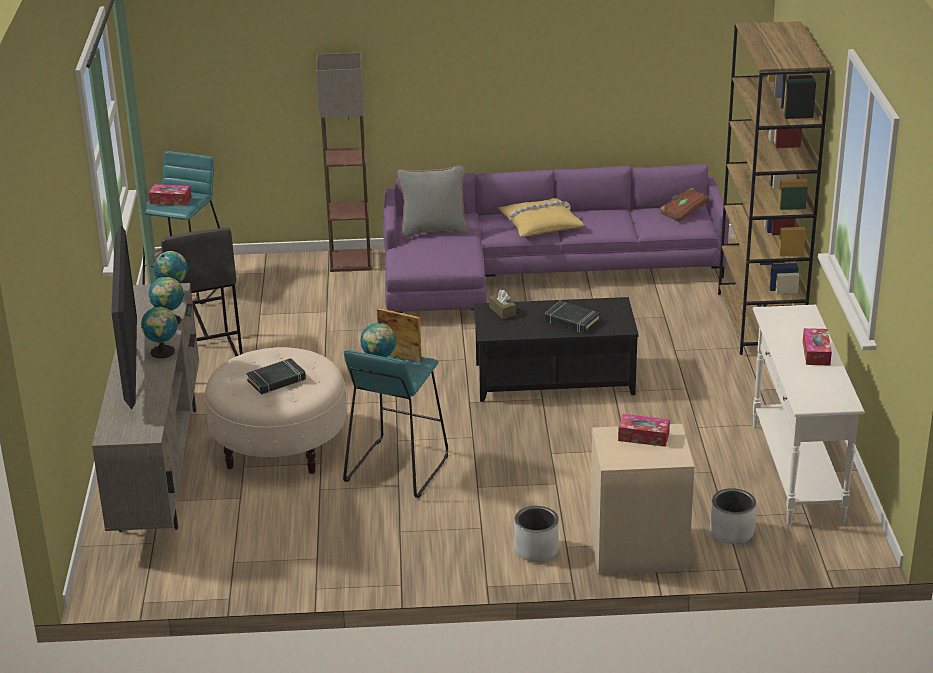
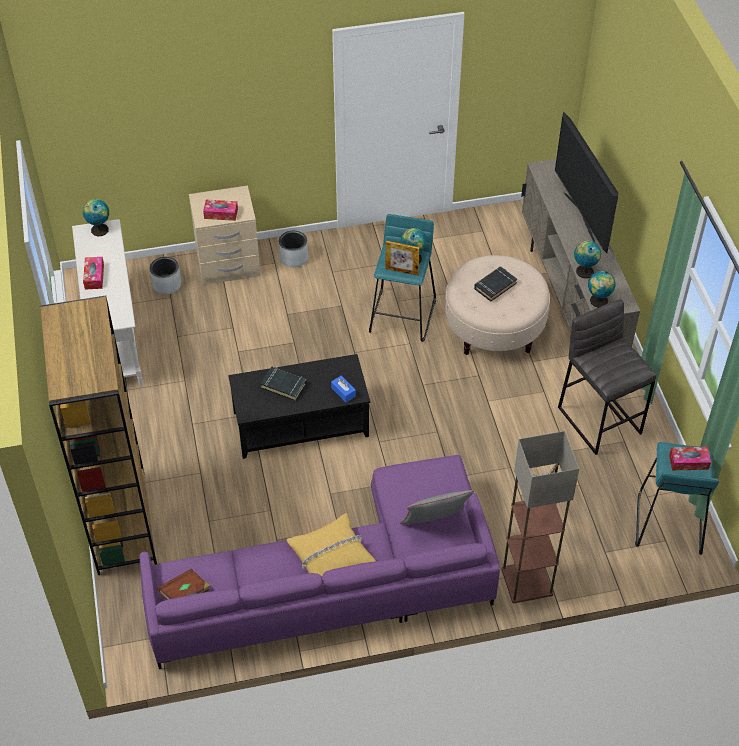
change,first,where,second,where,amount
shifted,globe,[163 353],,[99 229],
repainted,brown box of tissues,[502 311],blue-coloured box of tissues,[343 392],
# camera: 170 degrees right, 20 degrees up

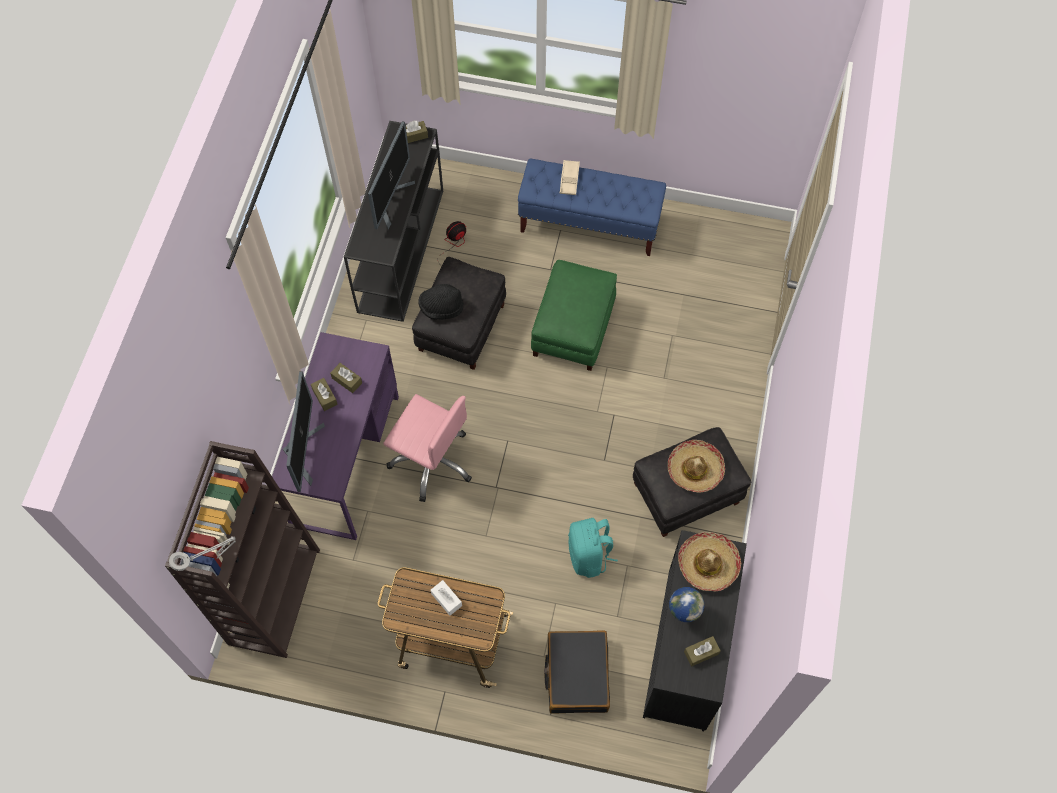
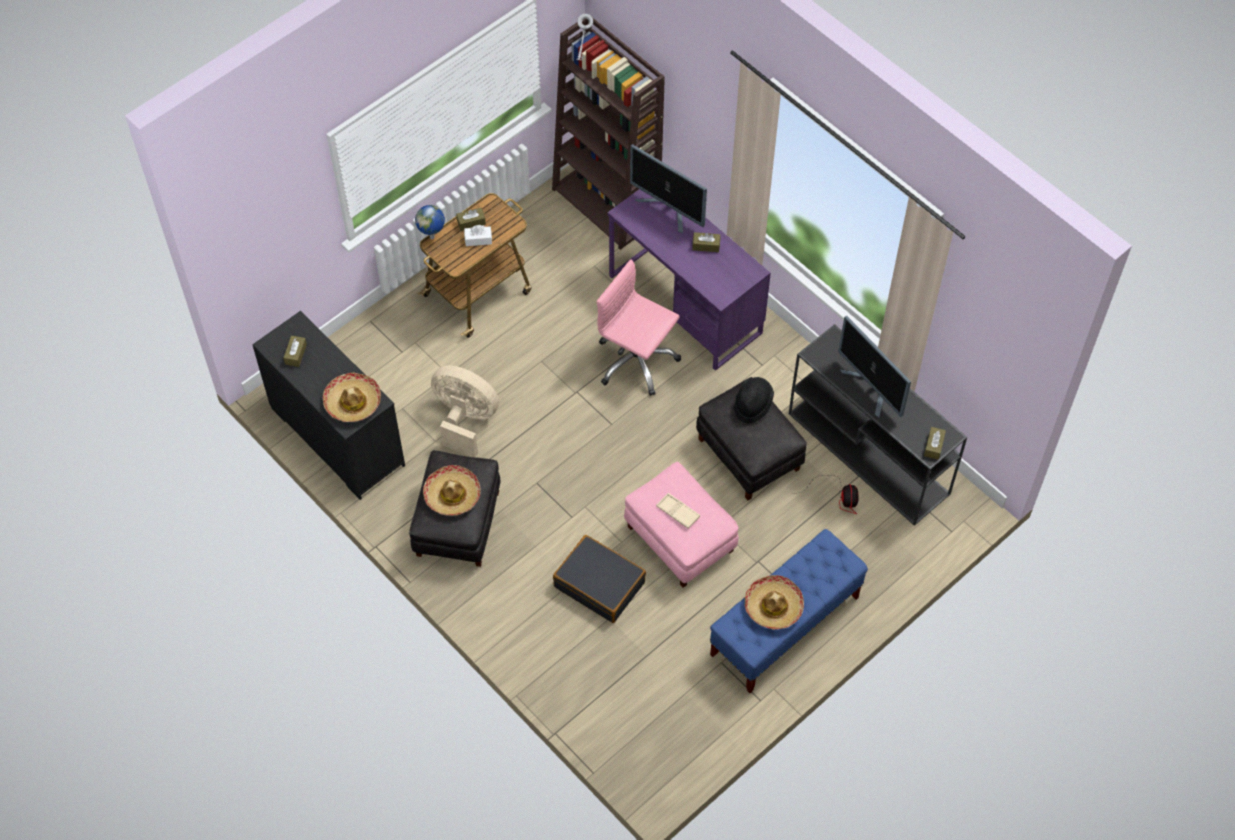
change,first,where,second,where,amount
new,,,hat,[773 606],
shifted,brown box of tissues,[347 380],,[471 222],
shifted,blackish suitcase,[577 675],,[600 584],
shifted,sand-coloured serving tray,[569 179],,[678 512],
shifted,globe,[682 613],,[432 237],
swapped,turquoise-coloured backpack,[589 556],sand-coloured fan,[465 420],
repainted,greenish ottoman,[573 330],pink ottoman,[679 539],
rotated,pink desk chair,[432 461],,[636 361],60 degrees clockwise
# camera: 125 degrees right, 5 degrees down

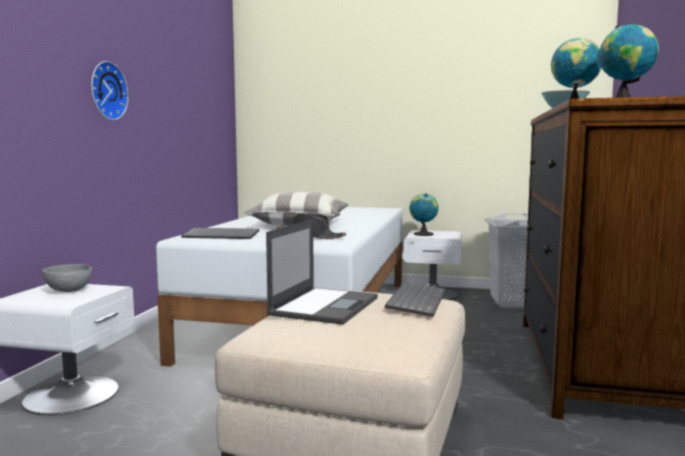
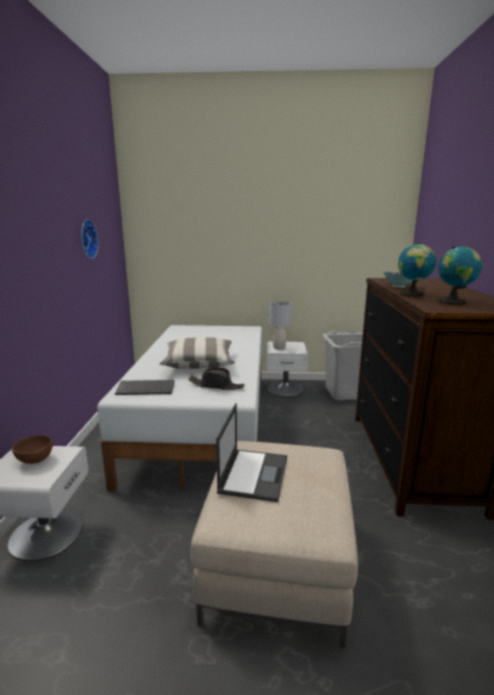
change,first,where,second,where,amount
gone,computer keyboard,[415 301],,,
shifted,hanging clock,[106 91],,[86 239],
swapped,globe,[423 234],greyish tabletop lamp,[279 348],
repainted,greyish serving bowl,[68 291],brown serving bowl,[35 460],
# camera: 10 degrees left, 10 degrees up

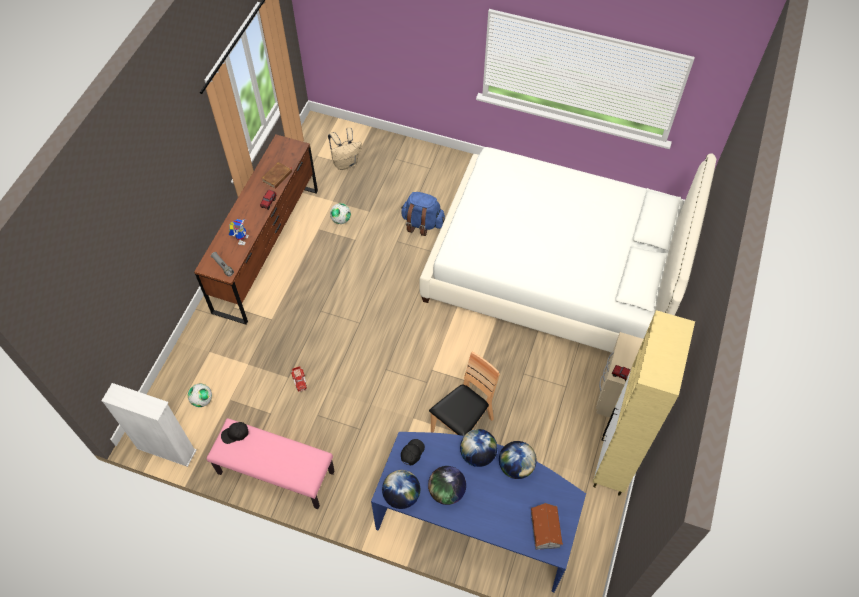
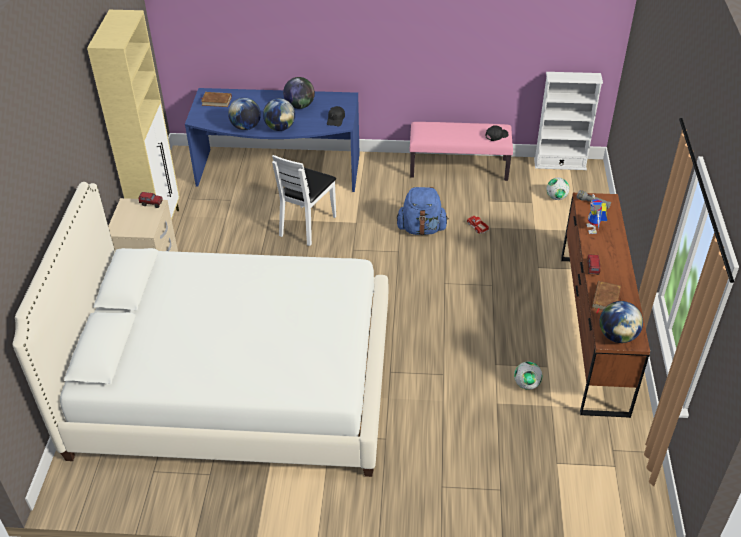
change,first,where,second,where,amount
gone,sand-coloured backpack,[346 163],,,
shifted,globe,[401 495],,[617 336],
shifted,blue-coloured backpack,[422 223],,[421 229],
swapped,toy house,[545 530],brown bound book,[216 101],
repainted,brown plain chair,[462 426],white plain chair,[307 225],
# camera: 165 degrees right, 15 degrees down

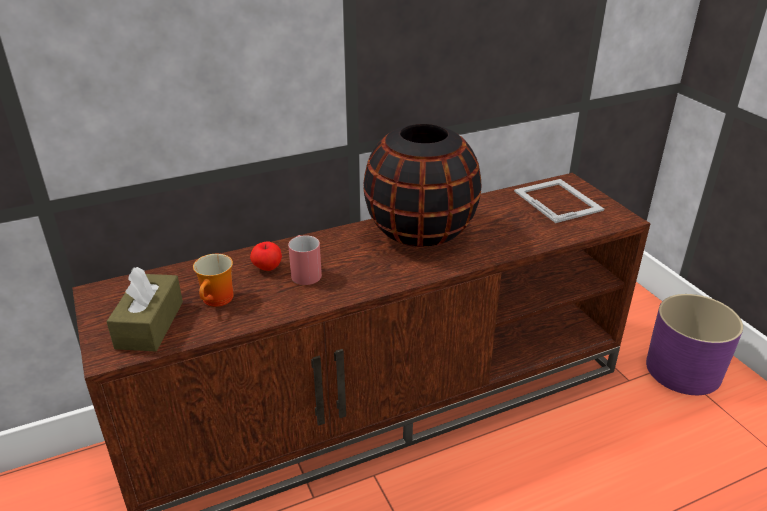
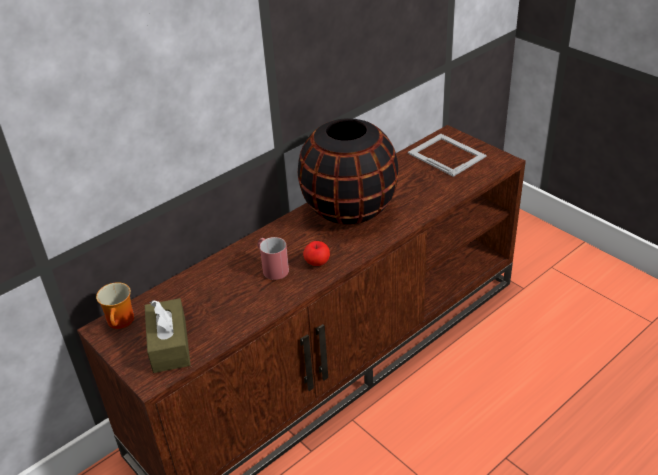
change,first,where,second,where,amount
gone,purple plant pot,[684 370],,,
shifted,coffee mug,[219 300],,[122 322],
shifted,whole apple,[267 268],,[317 263],
# camera: 15 degrees left, 5 degrees up

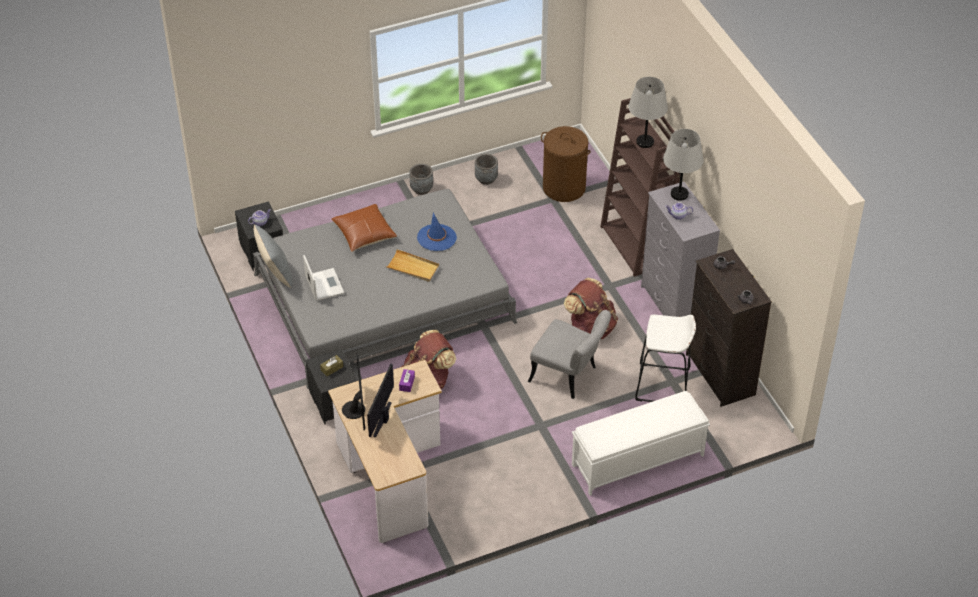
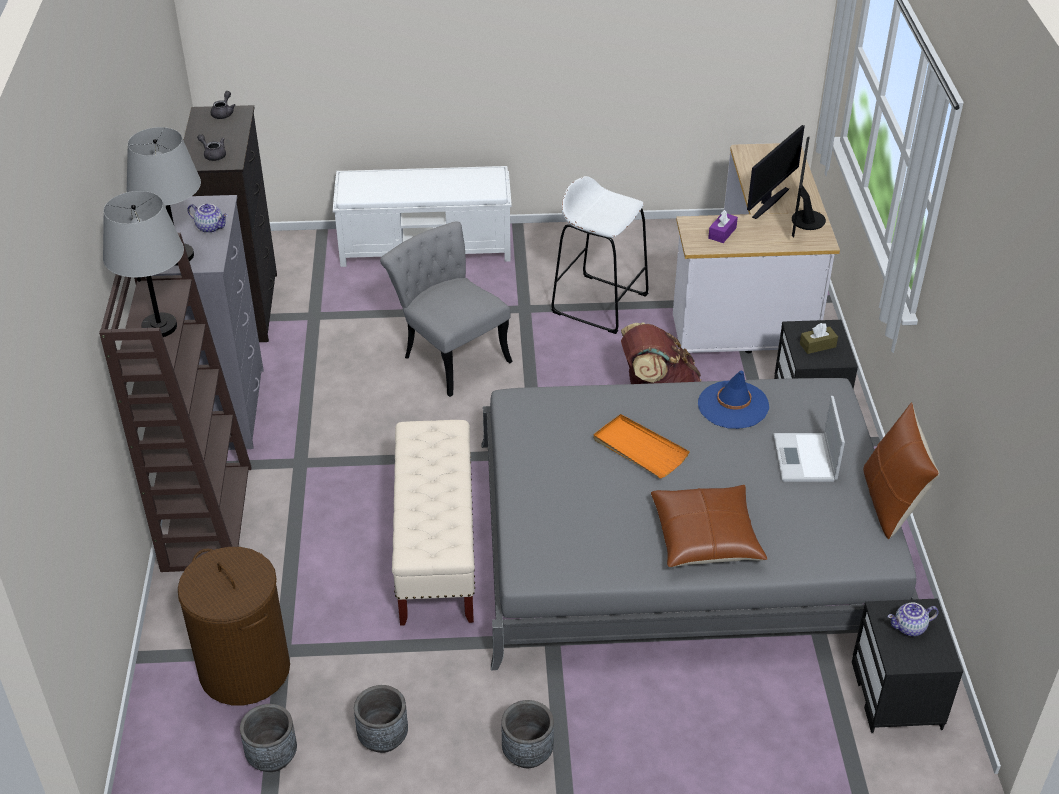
change,first,where,second,where,amount
gone,brown backpack,[591 327],,,
new,,,greyish plant pot,[272 757],
new,,,sand-coloured long seat,[436 550],
shifted,blue-coloured hat,[436 238],,[733 405],
shifted,white stool,[662 385],,[599 303],
repainted,greyish throw pillow,[275 273],brown throw pillow,[890 502],
repainted,sand-coloured serving tray,[413 267],orangey serving tray,[639 449],
# camera: 160 degrees left, 5 degrees down

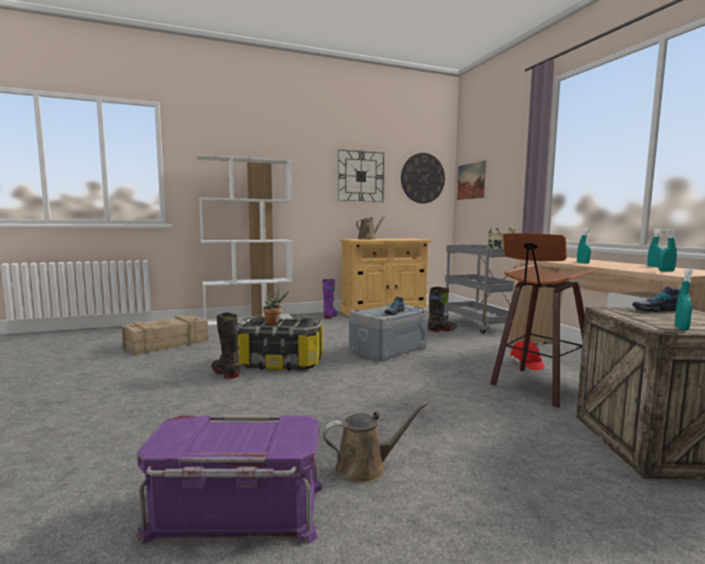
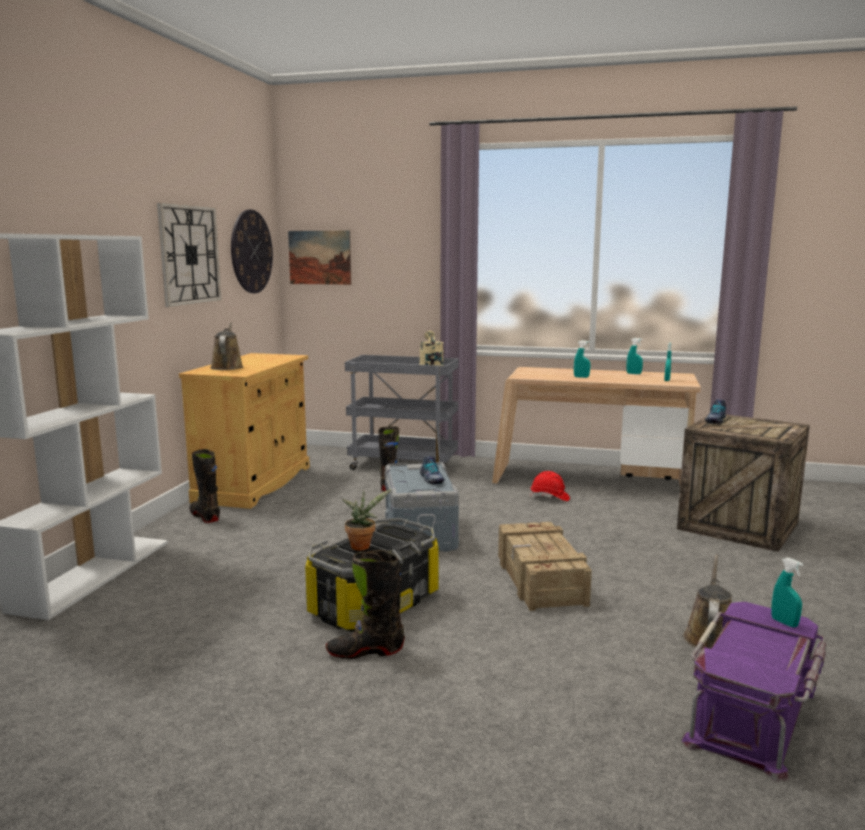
change,first,where,second,where,amount
gone,stool,[538 388],,,
shifted,crate,[166 344],,[539 580],
shifted,turquoise-coloured sprayer,[681 328],,[784 623],
repainted,purple boot,[330 316],blackish boot,[205 516],
# camera: 55 degrees left, 5 degrees up

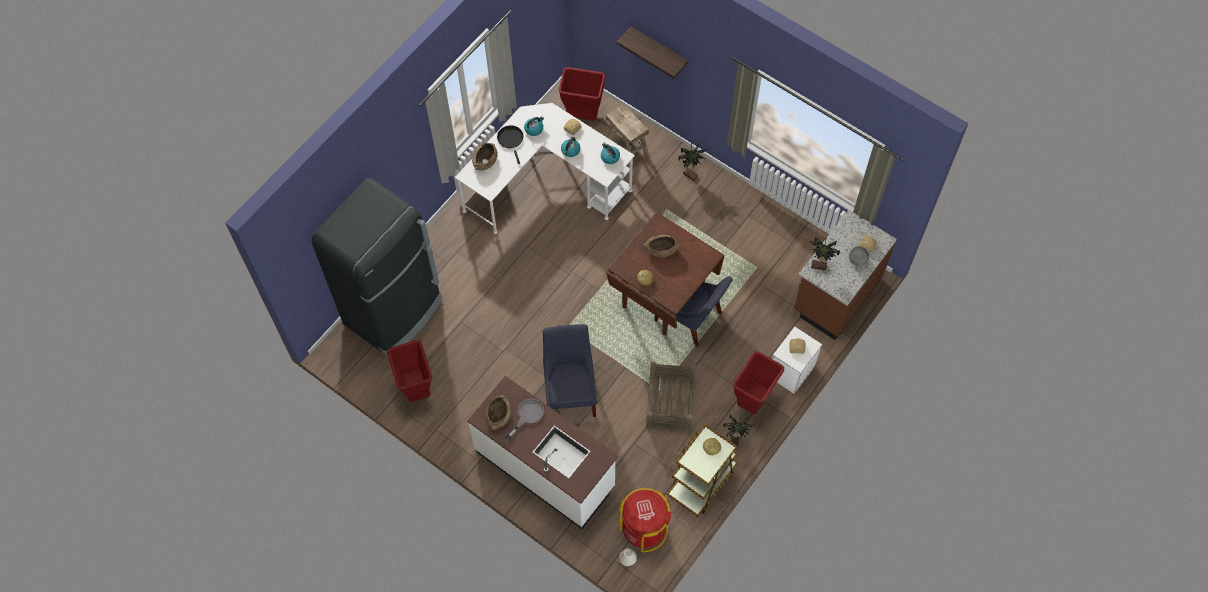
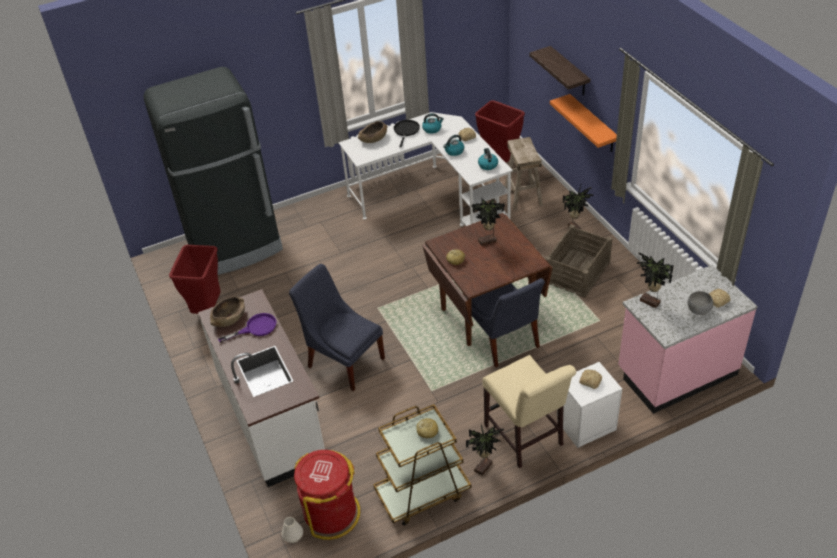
change,first,where,second,where,amount
new,,,orangey shelf,[593 124],
shifted,crate,[670 402],,[577 272],
swapped,brown serving bowl,[661 249],houseplant,[488 242],
swapped,red-coloured trash can,[753 402],sand-coloured plain chair,[525 438],
repainted,greyish frying pan,[527 415],purple frying pan,[256 328],
repainted,brown kitchen base unit,[836 294],pink kitchen base unit,[676 372],
rotated,blue-coloured plain chair,[570 391],,[344 360],75 degrees counterclockwise
# camera: 30 degrees right, 20 degrees down

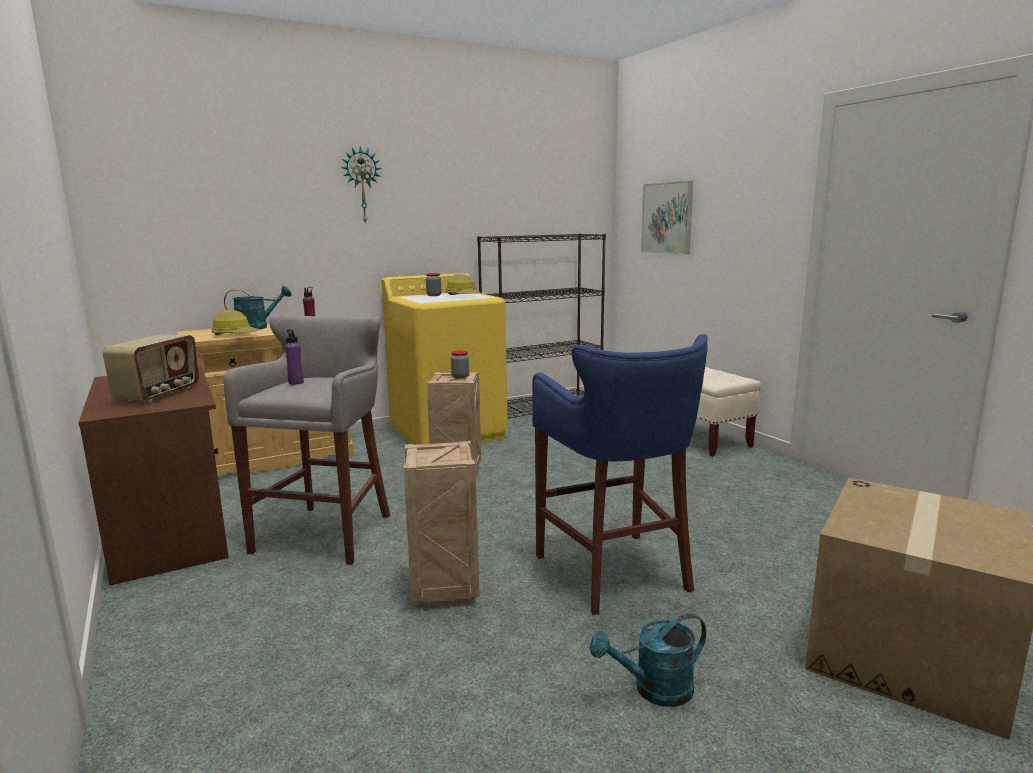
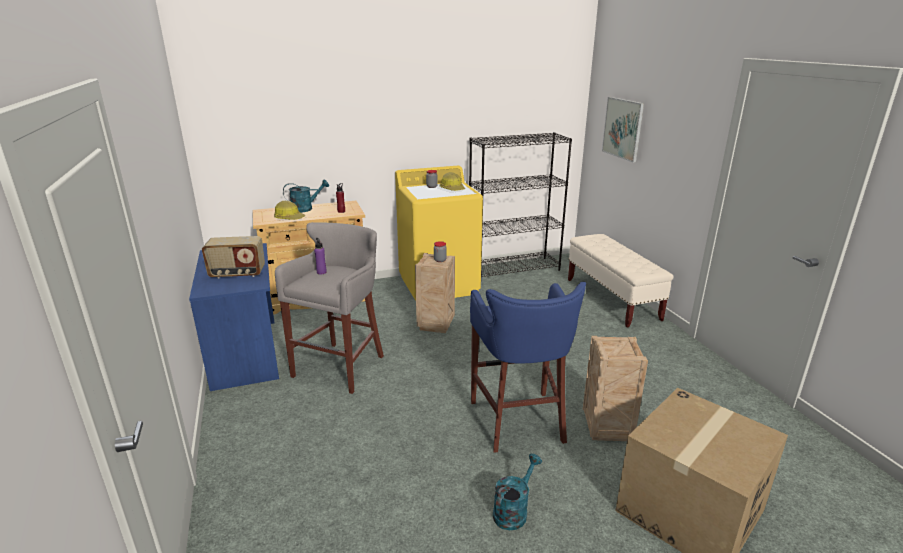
change,first,where,second,where,amount
gone,hanging clock,[361 185],,,
shifted,crate,[446 591],,[607 429],
repainted,brown desk,[171 529],blue-coloured desk,[247 352],
rotated,radio set,[159 394],,[237 274],60 degrees clockwise
rotated,turquoise-coloured sprinkling can,[654 690],,[513 510],135 degrees clockwise
# camera: 10 degrees right, 10 degrees up

